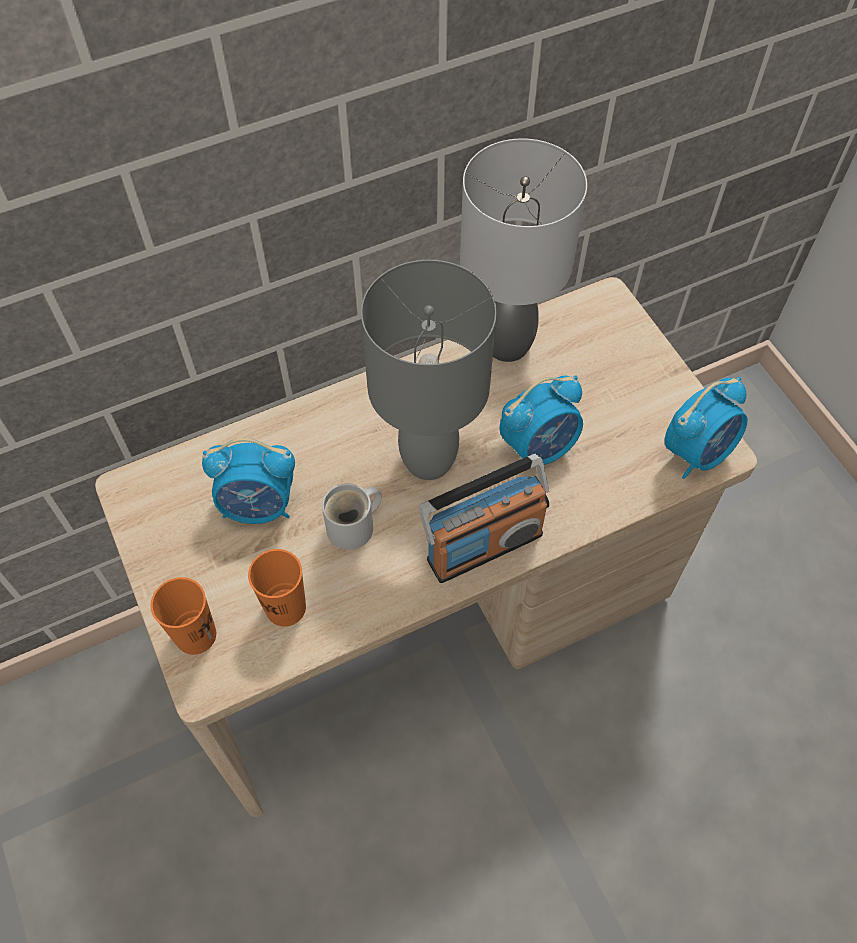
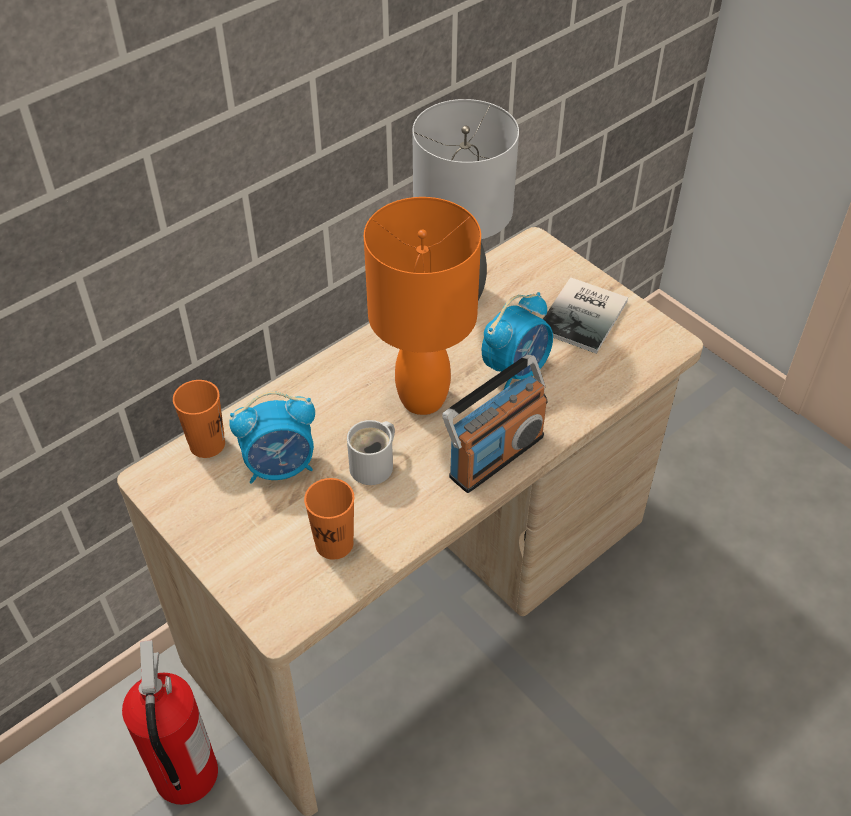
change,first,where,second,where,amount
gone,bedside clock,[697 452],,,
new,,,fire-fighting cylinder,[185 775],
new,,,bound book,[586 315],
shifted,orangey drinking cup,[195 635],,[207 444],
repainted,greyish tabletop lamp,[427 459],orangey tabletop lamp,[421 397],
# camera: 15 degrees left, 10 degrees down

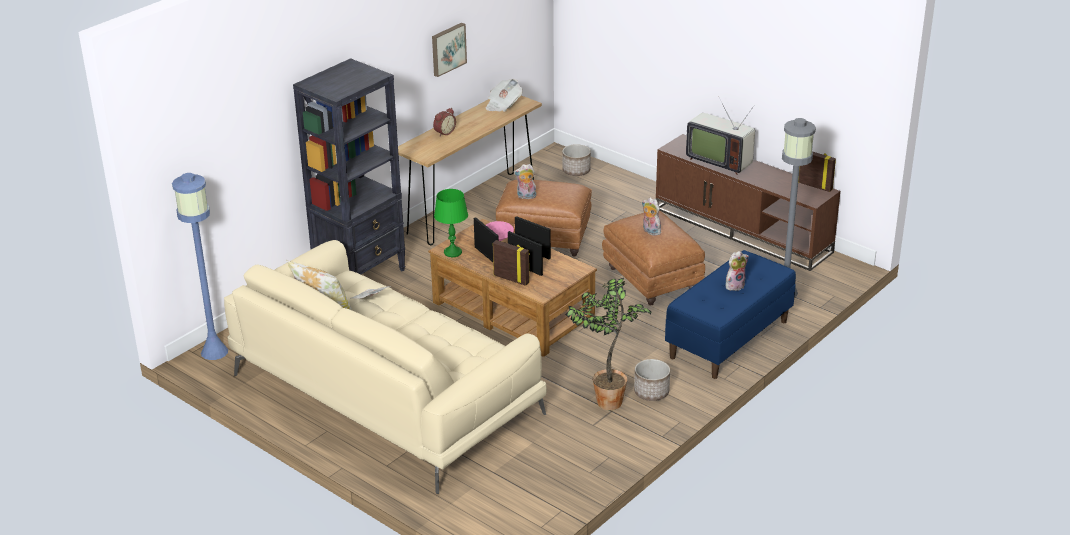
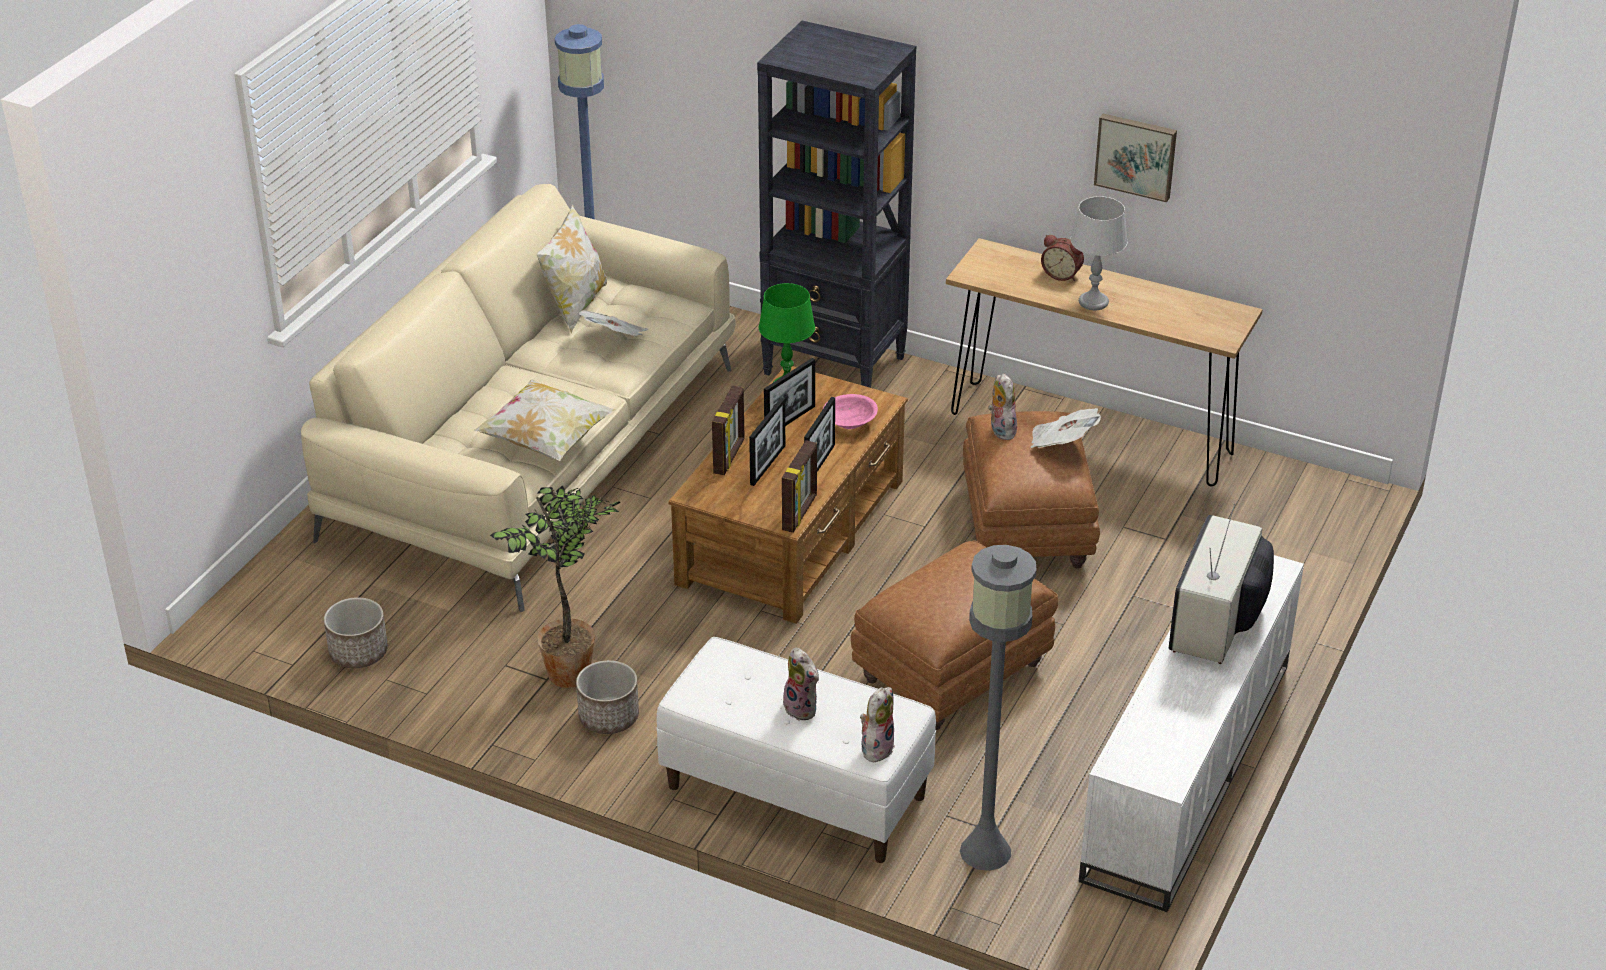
change,first,where,second,where,amount
new,,,throw pillow,[546 440],
new,,,greyish tabletop lamp,[1093 302],
shifted,daily paper,[503 105],,[1062 443],
shifted,plant pot,[576 171],,[358 652],
shifted,soft toy,[650 231],,[876 747],
shifted,photo frame,[815 186],,[800 513],
repainted,brown tv unit,[743 230],white tv unit,[1189 772],
repainted,blue-coloured long seat,[729 340],white long seat,[794 792],
# camera: 75 degrees right, 5 degrees up

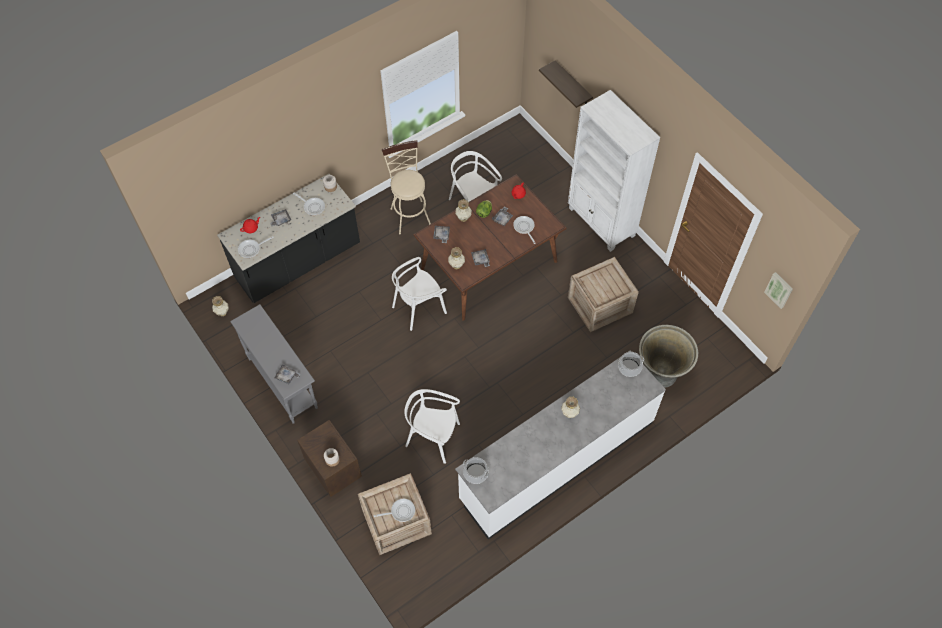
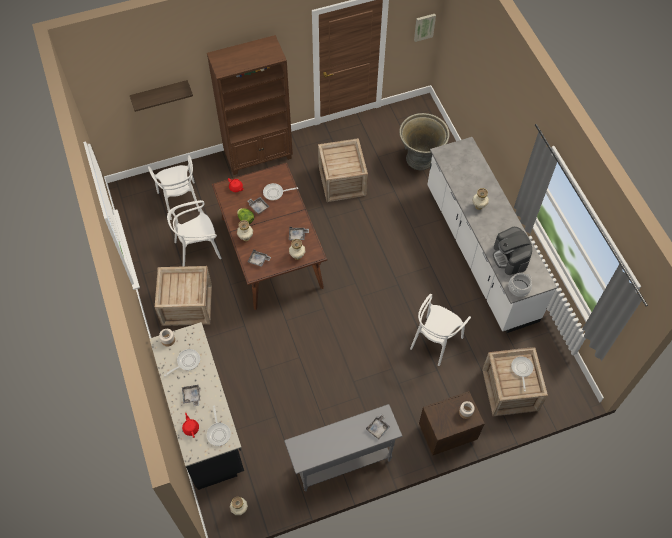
change,first,where,second,where,amount
gone,saucepot,[629 367],,,
new,,,coffee brewer,[510 257],
shifted,white plain chair,[419 308],,[180 200],
swapped,sand-coloured stool,[409 214],crate,[186 305],
repainted,white shelving unit,[601 222],brown shelving unit,[259 156],
# camera: 75 degrees left, 0 degrees up

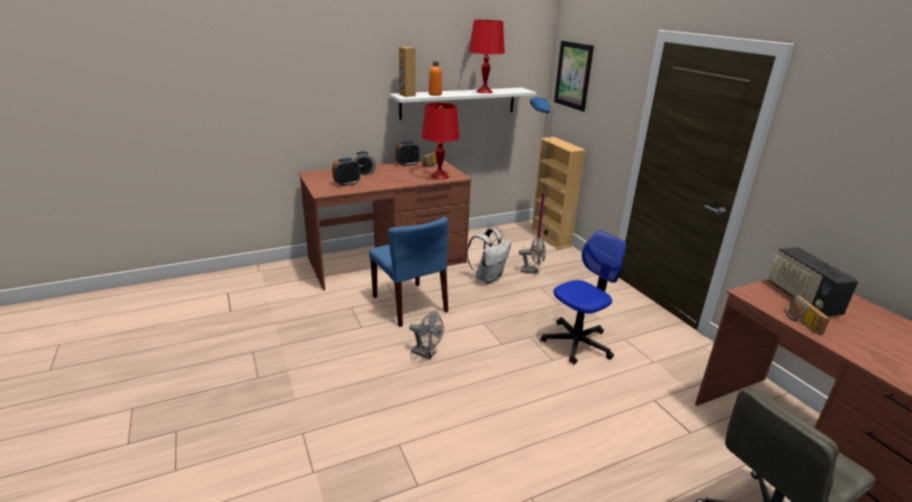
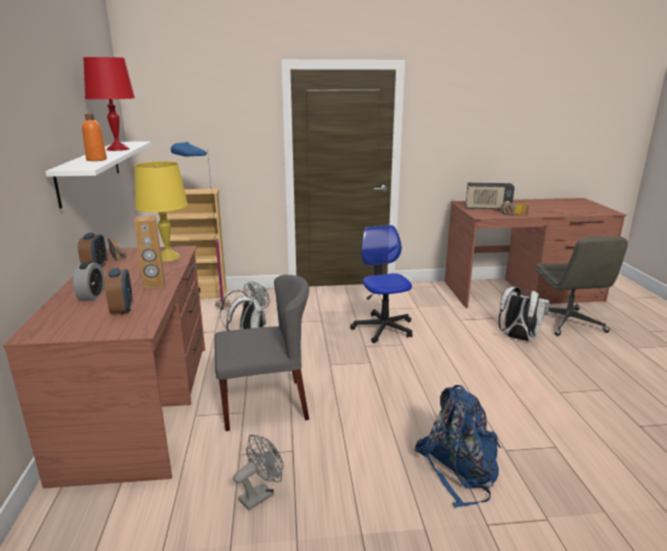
change,first,where,second,where,amount
gone,picture,[573 75],,,
new,,,blue-coloured backpack,[460 468],
new,,,white backpack,[517 338],
shifted,brown speaker,[407 95],,[154 284],
shifted,greyish fan,[427 353],,[261 494],
repainted,blue-coloured plain chair,[410 304],greyish plain chair,[265 404],
repainted,red-coloured tabletop lamp,[439 176],yellow tabletop lamp,[168 257],
# camera: 70 degrees left, 5 degrees down

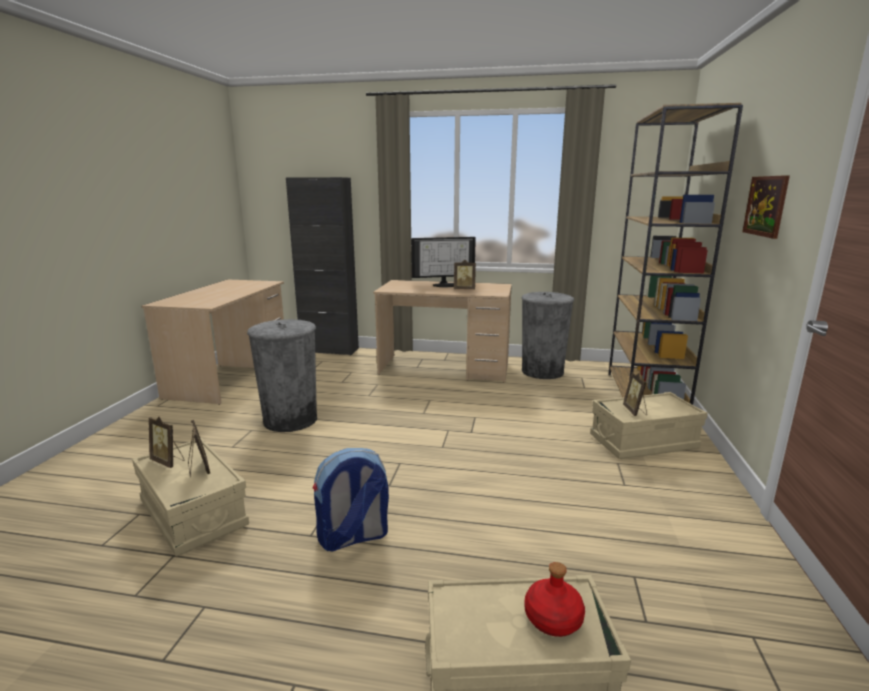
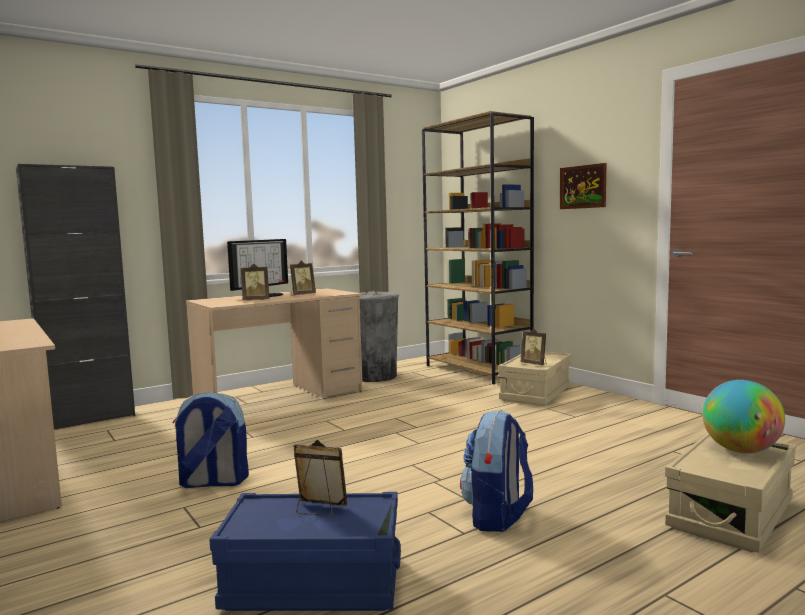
change,first,where,second,where,amount
shifted,photo frame,[168 461],,[256 300],
swapped,greyish trash can,[290 420],backpack,[212 482],
swapped,red-coloured drink bottle,[552 619],globe,[741 451],
repainted,sand-coloured storage box,[193 514],blue-coloured storage box,[313 583],
# camera: 45 degrees left, 10 degrees down

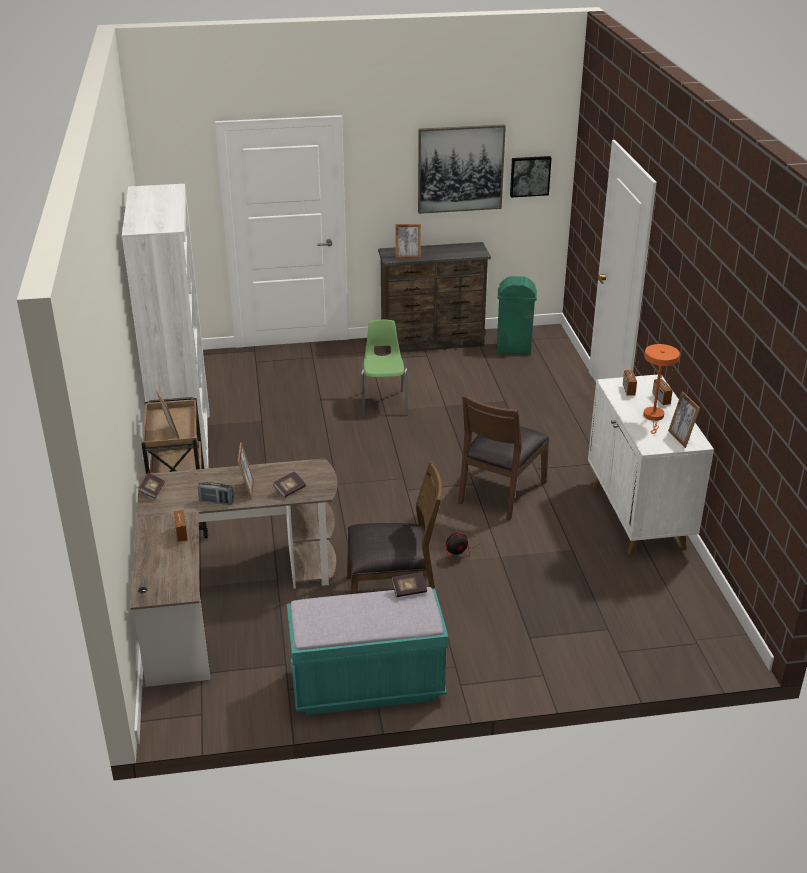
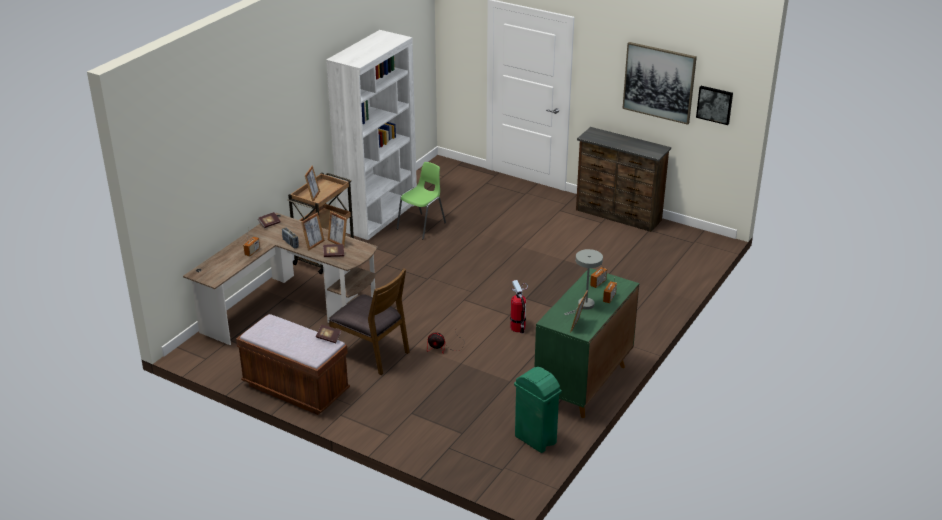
change,first,where,second,where,amount
shifted,greenish plain chair,[384 403],,[422 226],
shifted,photo frame,[408 257],,[338 242],
shifted,greenish trash can,[514 349],,[535 440],
swapped,brown plain chair,[500 492],fire-fighting cylinder,[518 328],
repainted,turquoise-coloured long seat,[367 685],brown long seat,[295 389],
repainted,white storage cabinet,[638 516],greenish storage cabinet,[583 384],
repainted,orangey tabletop lamp,[654 417],greyish tabletop lamp,[584 306],
# camera: 40 degrees right, 0 degrees up

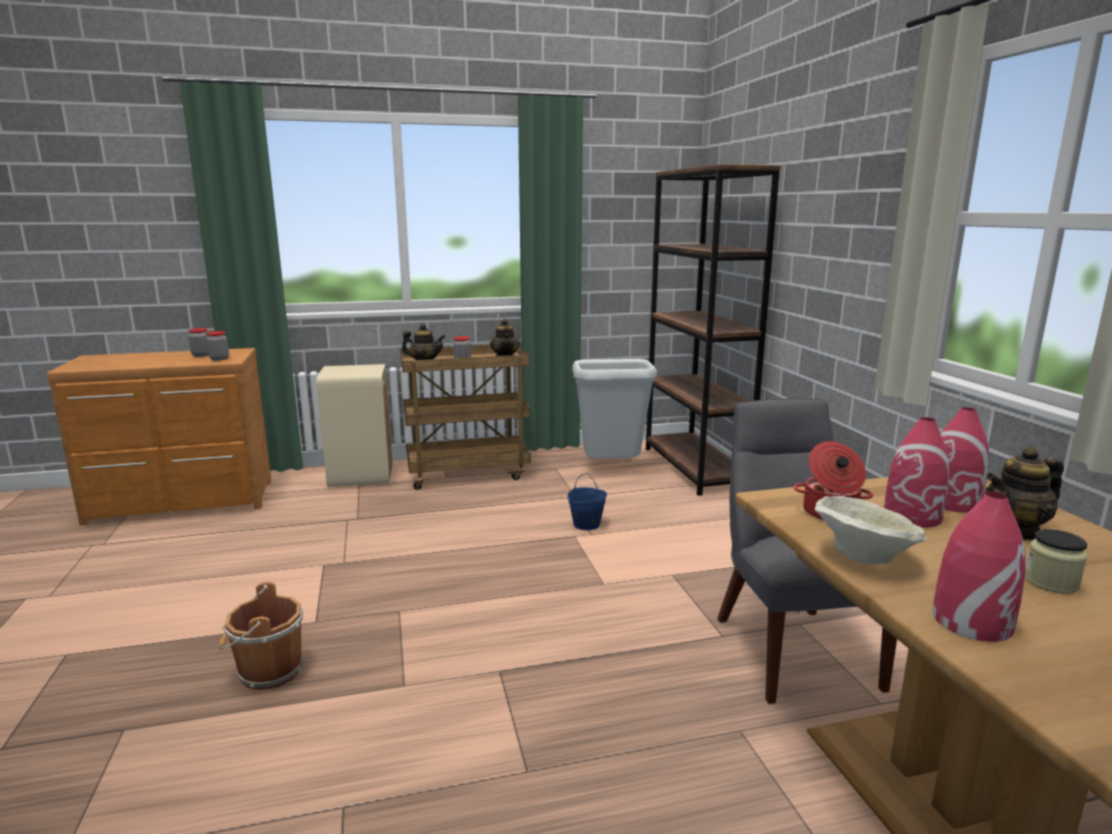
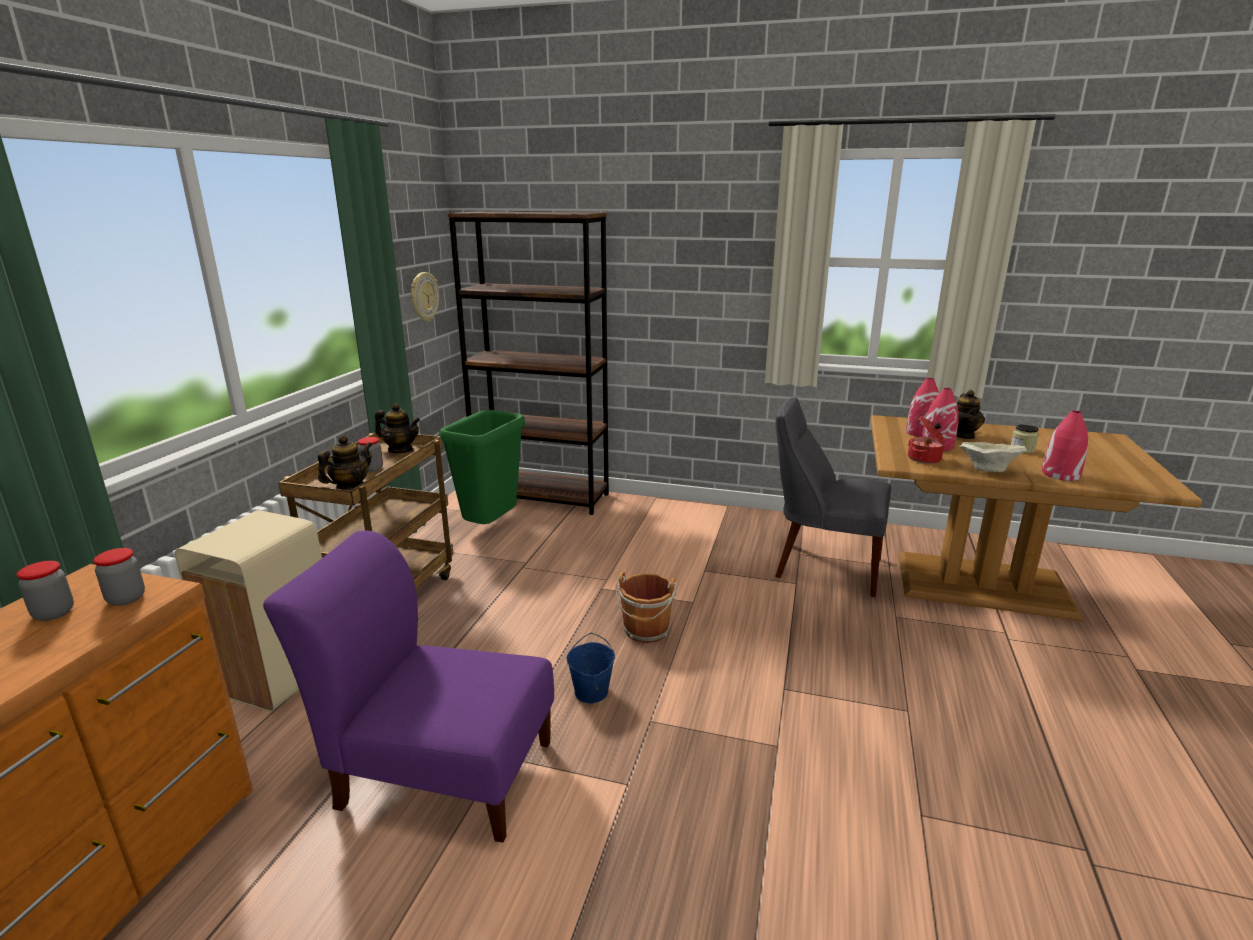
change,first,where,second,where,amount
new,,,purple plain chair,[439 771],
new,,,hanging clock,[423 297],
shifted,brown water bucket,[268 672],,[646 631],
shifted,blue-coloured water bucket,[586 525],,[591 692],
repainted,greyish trash can,[611 468],greenish trash can,[491 528],
# camera: 60 degrees left, 5 degrees up

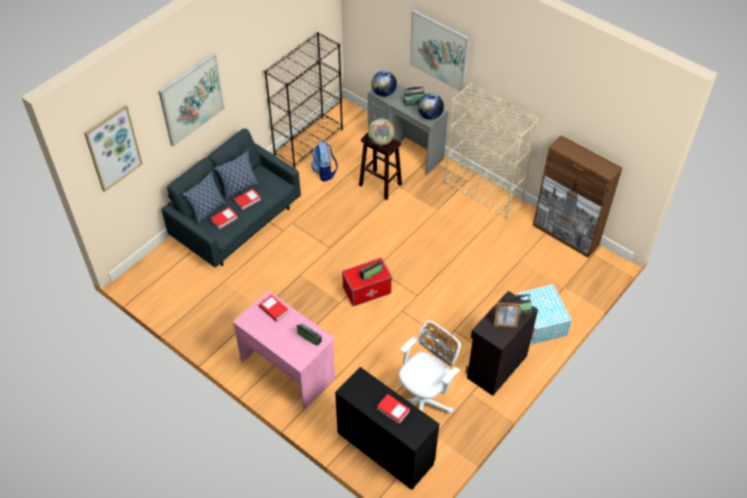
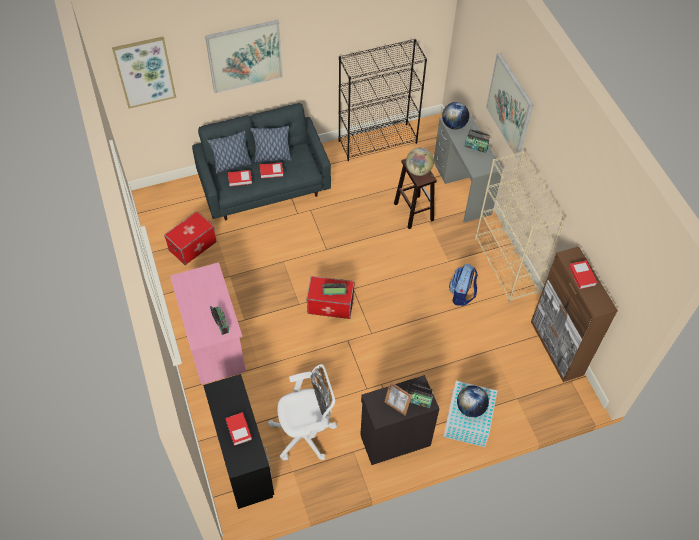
change,first,where,second,where,amount
new,,,storage box,[192 246],
shifted,bound book,[274 309],,[582 276],
shifted,backpack,[325 172],,[461 294],
shifted,globe,[430 116],,[470 408],
# camera: 30 degrees right, 5 degrees up

